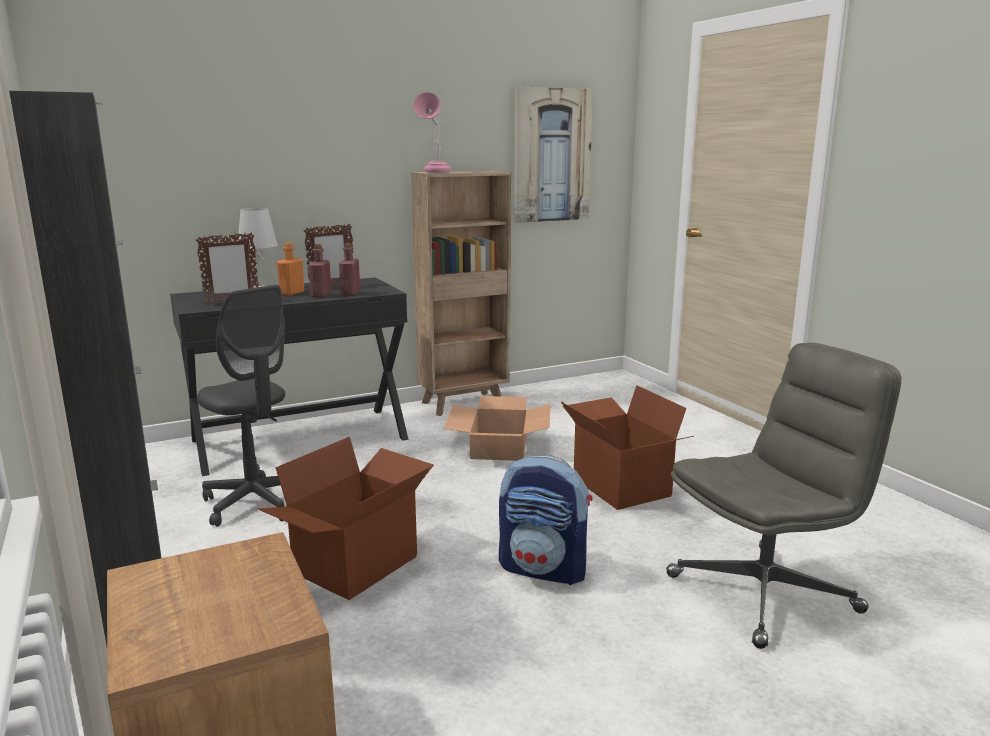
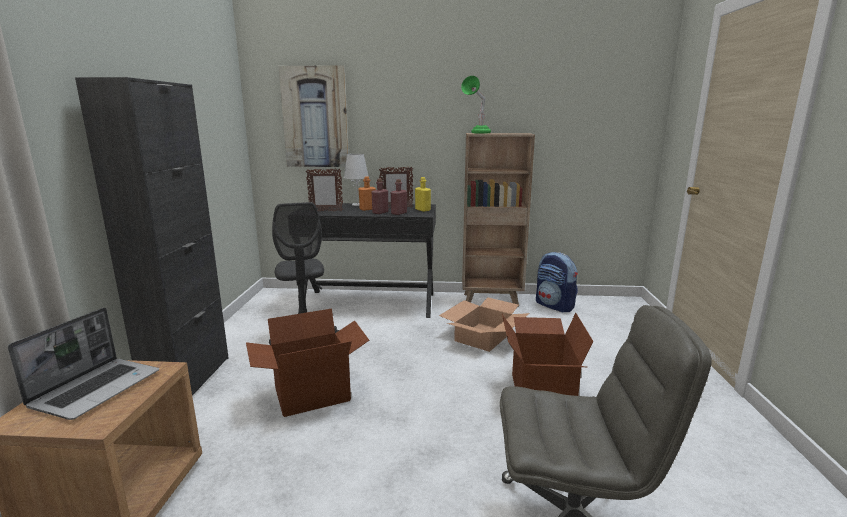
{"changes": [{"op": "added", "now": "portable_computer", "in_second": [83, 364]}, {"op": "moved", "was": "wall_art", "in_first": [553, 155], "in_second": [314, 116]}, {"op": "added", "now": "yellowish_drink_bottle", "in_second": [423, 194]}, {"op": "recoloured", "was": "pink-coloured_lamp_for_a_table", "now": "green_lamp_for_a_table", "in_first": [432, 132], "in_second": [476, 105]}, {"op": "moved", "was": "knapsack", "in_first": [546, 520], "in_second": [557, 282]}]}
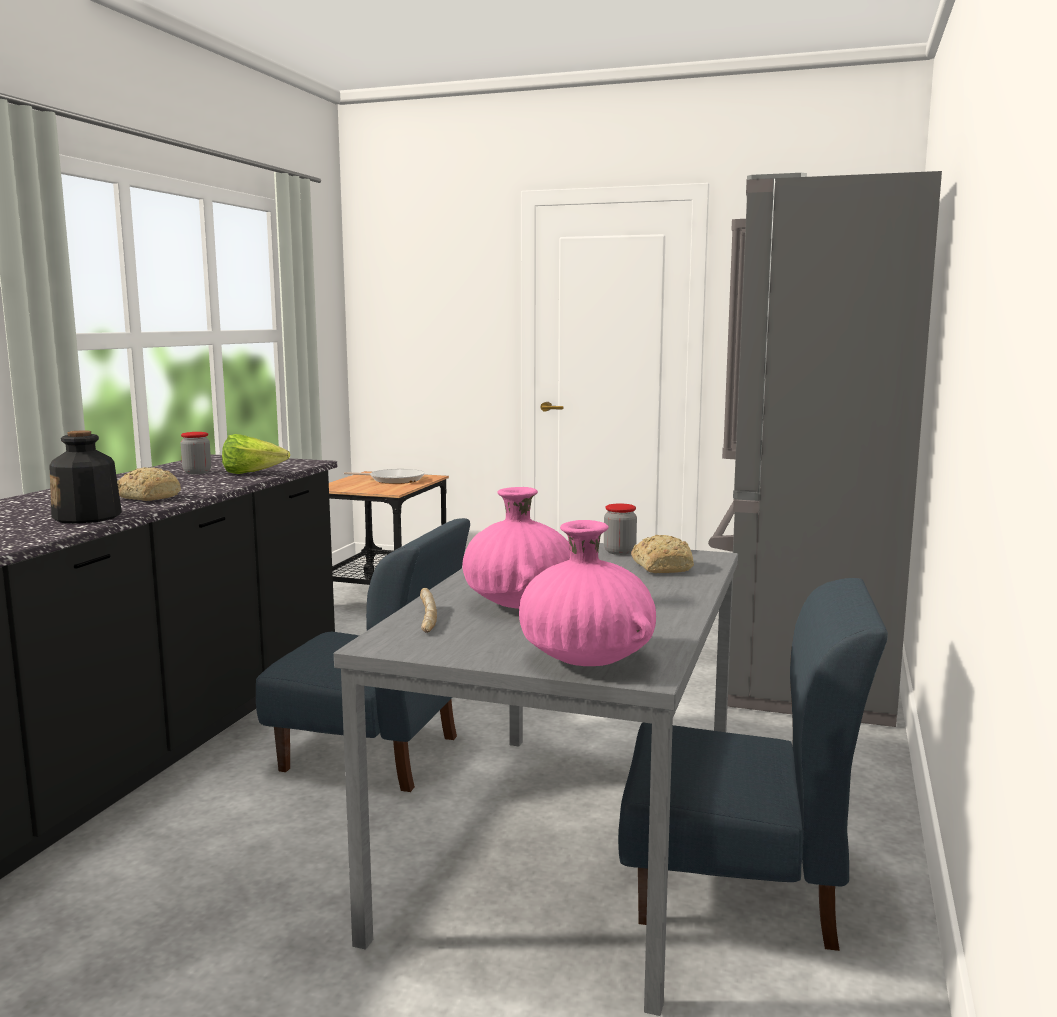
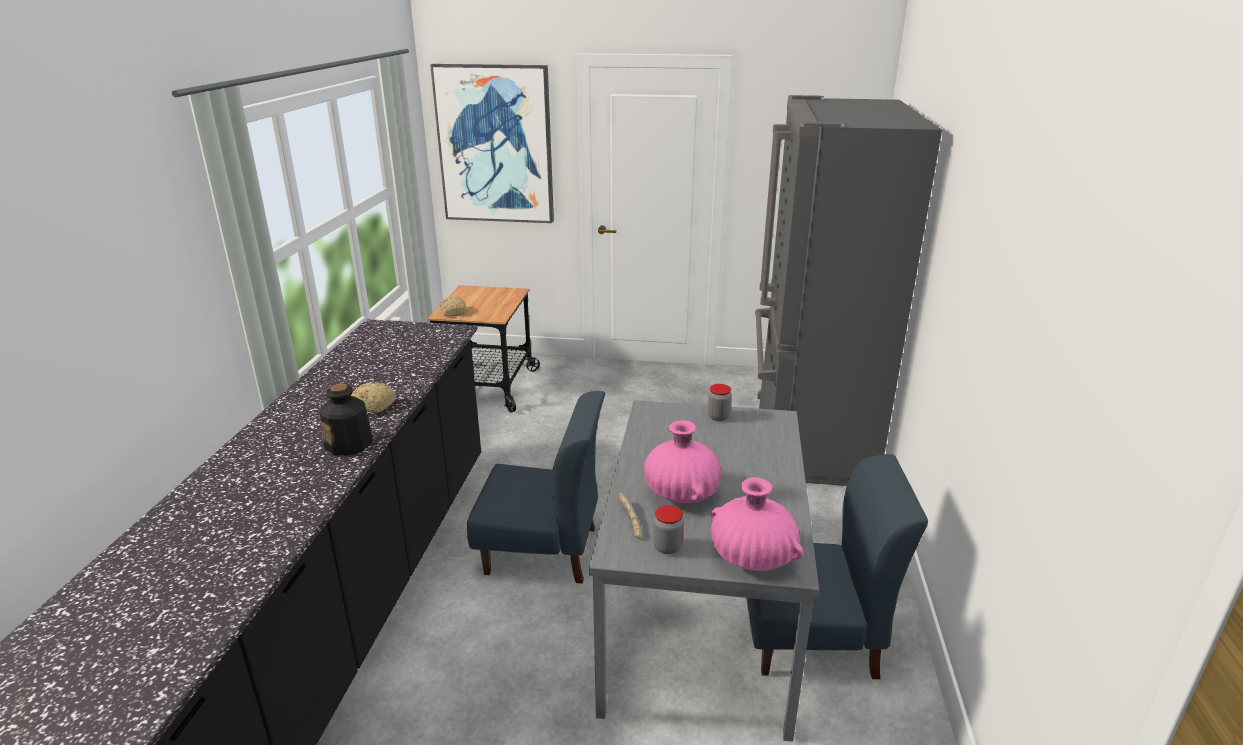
{"changes": [{"op": "added", "now": "wall_art", "in_second": [492, 143]}, {"op": "moved", "was": "bread", "in_first": [662, 554], "in_second": [453, 306]}, {"op": "moved", "was": "storage_jar", "in_first": [196, 453], "in_second": [668, 529]}, {"op": "removed", "was": "lettuce", "in_first": [256, 454]}, {"op": "removed", "was": "pan", "in_first": [384, 476]}]}
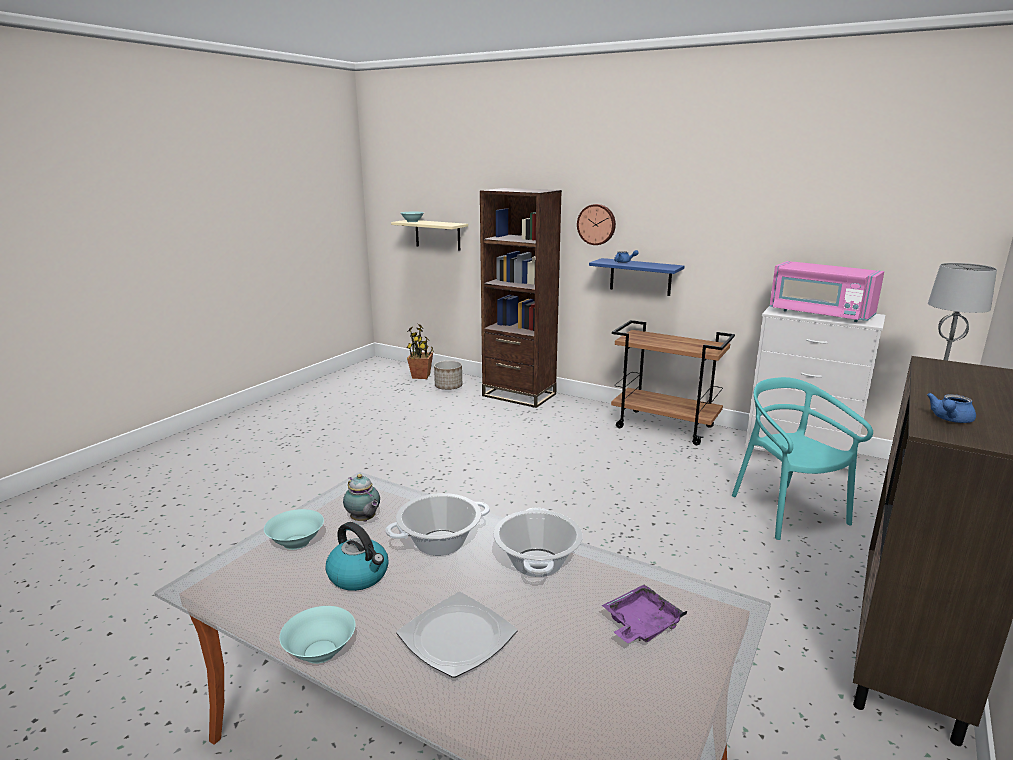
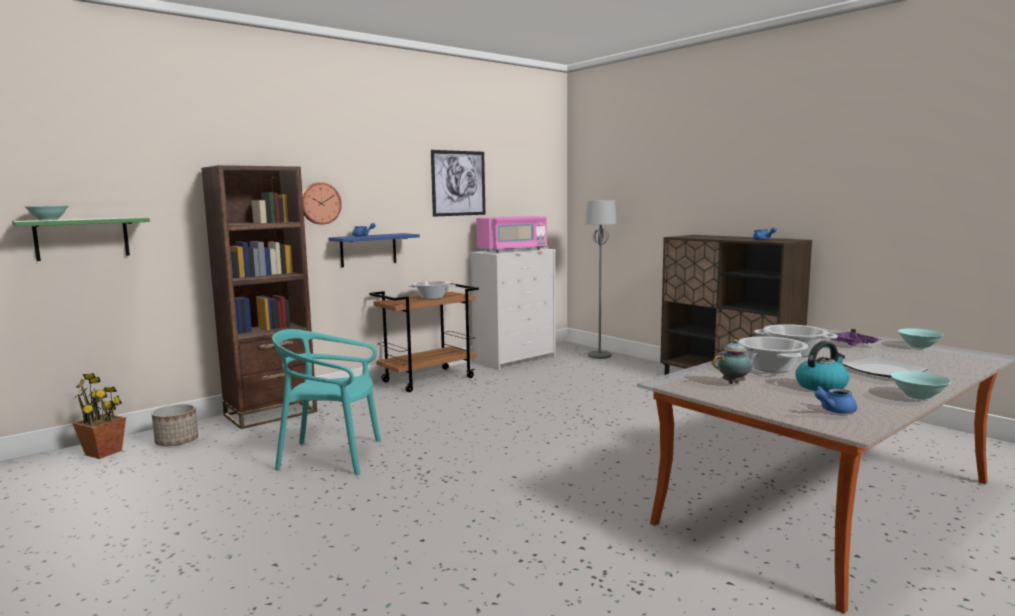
{"changes": [{"op": "recoloured", "was": "beige_bracket_shelf", "now": "green_bracket_shelf", "in_first": [429, 235], "in_second": [81, 239]}, {"op": "moved", "was": "turquoise-coloured_upright_chair", "in_first": [802, 458], "in_second": [326, 402]}, {"op": "added", "now": "stockpot", "in_second": [432, 290]}, {"op": "added", "now": "wall_art", "in_second": [458, 183]}, {"op": "added", "now": "blue-coloured_teapot", "in_second": [836, 400]}, {"op": "moved", "was": "turquoise-coloured_serving_bowl", "in_first": [294, 529], "in_second": [921, 338]}]}
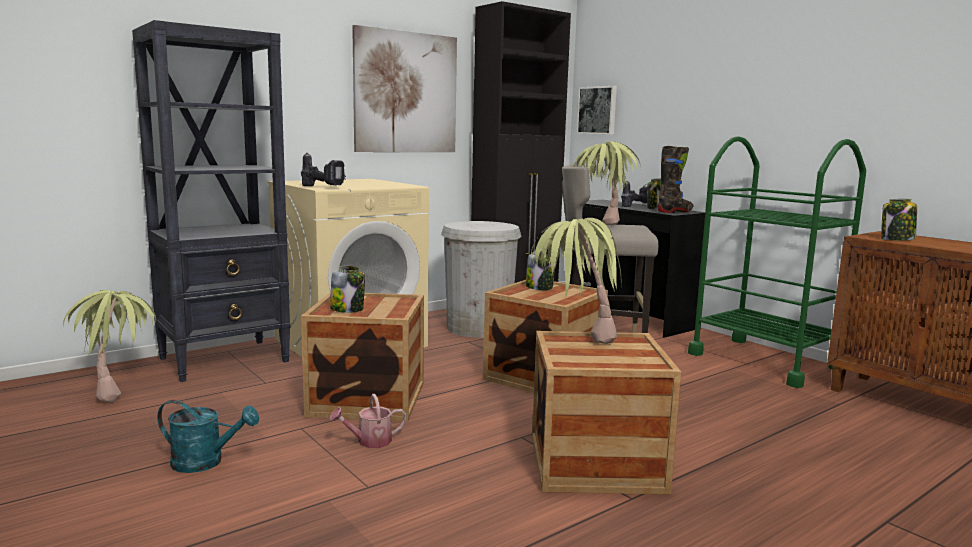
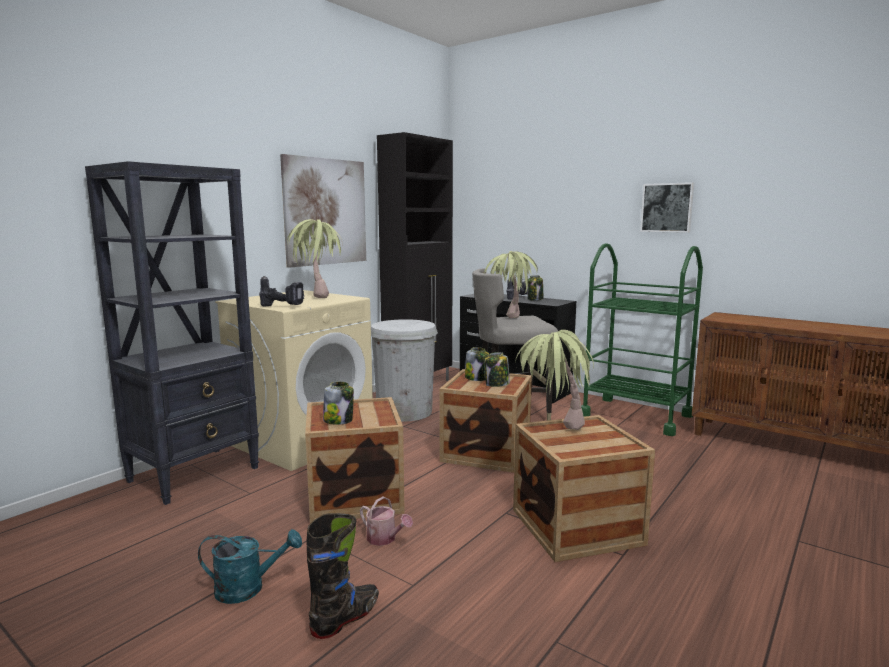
{"changes": [{"op": "moved", "was": "plant_in_a_pot", "in_first": [110, 346], "in_second": [314, 258]}, {"op": "moved", "was": "black-coloured_high-top_boot", "in_first": [676, 179], "in_second": [343, 576]}, {"op": "turned", "was": "watering_can", "in_first": [368, 421], "in_second": [386, 521], "clockwise": -105}, {"op": "moved", "was": "storage_jar", "in_first": [899, 219], "in_second": [497, 369]}, {"op": "moved", "was": "wall_art", "in_first": [596, 110], "in_second": [667, 207]}]}
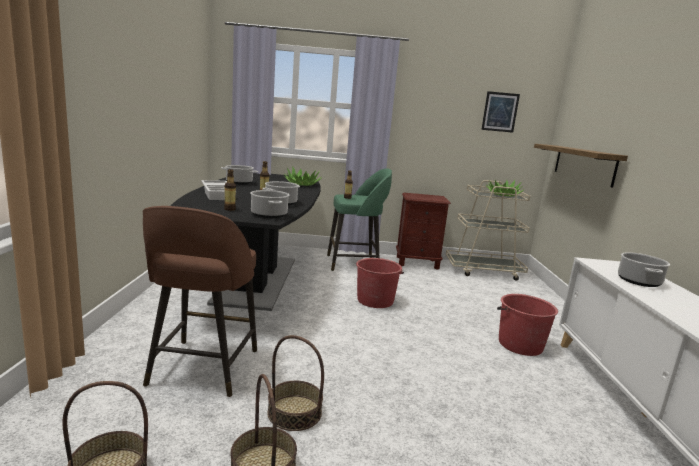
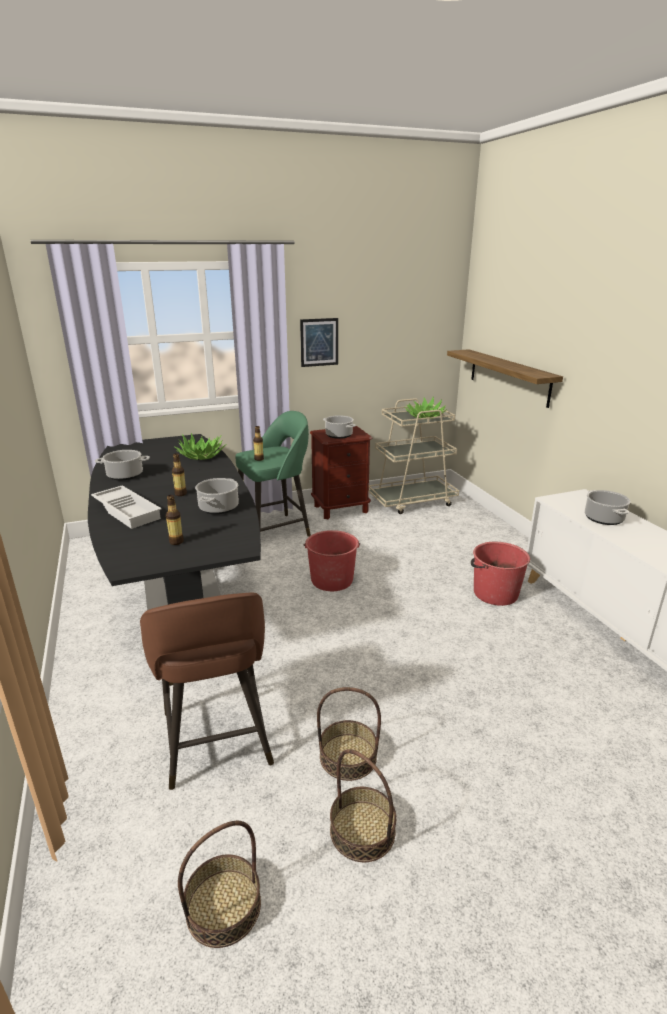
{"changes": [{"op": "moved", "was": "wall_art", "in_first": [500, 112], "in_second": [319, 342]}, {"op": "moved", "was": "stockpot", "in_first": [269, 204], "in_second": [339, 427]}]}
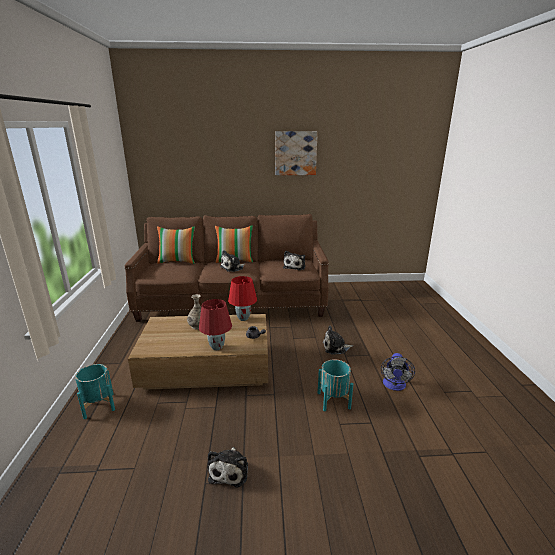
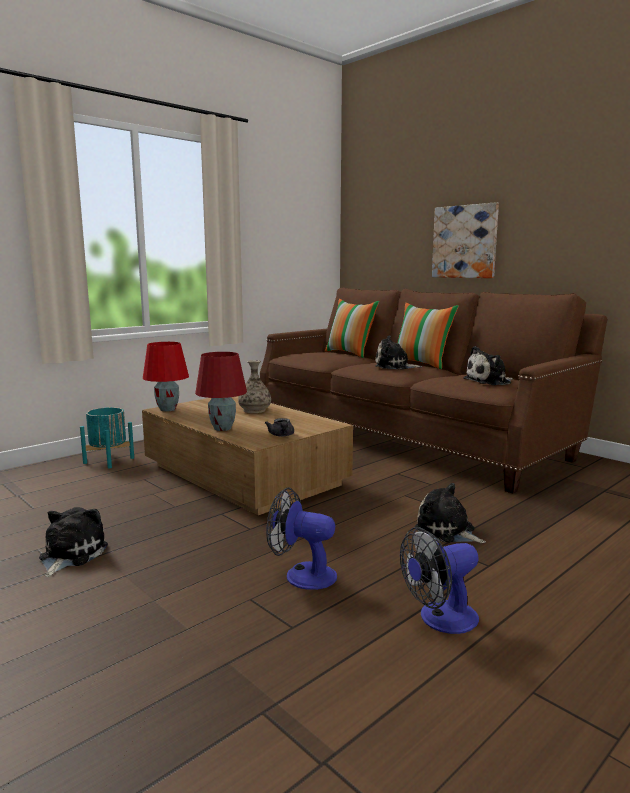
{"changes": [{"op": "turned", "was": "soft_toy", "in_first": [228, 467], "in_second": [73, 542], "clockwise": 135}, {"op": "moved", "was": "red_lamp_for_a_table", "in_first": [242, 298], "in_second": [166, 377]}, {"op": "replaced", "was": "turquoise-coloured_planter", "now": "cooling_fan", "in_first": [335, 385], "in_second": [301, 538]}, {"op": "moved", "was": "wall_art", "in_first": [296, 153], "in_second": [465, 240]}]}
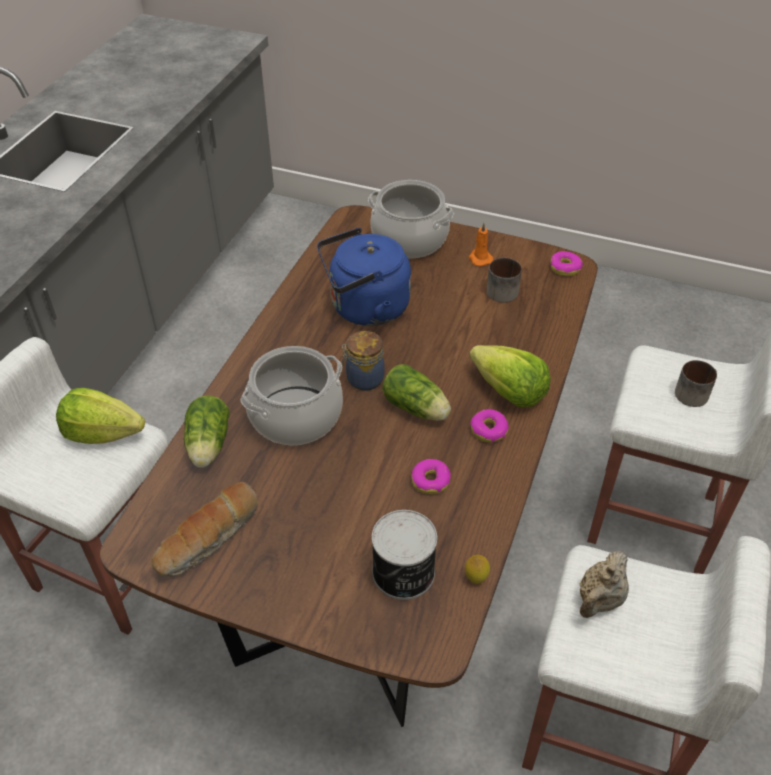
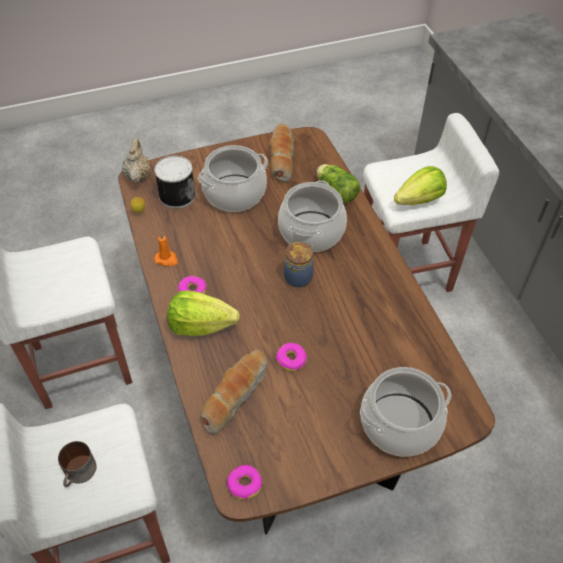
{"changes": [{"op": "moved", "was": "beige_teapot", "in_first": [604, 584], "in_second": [136, 160]}, {"op": "moved", "was": "orange_wax_candle", "in_first": [481, 244], "in_second": [166, 249]}, {"op": "added", "now": "stockpot", "in_second": [233, 178]}, {"op": "added", "now": "bread", "in_second": [234, 392]}, {"op": "moved", "was": "doughnut", "in_first": [431, 476], "in_second": [291, 357]}, {"op": "removed", "was": "blue-coloured_kettle", "in_first": [364, 277]}, {"op": "removed", "was": "lettuce", "in_first": [416, 392]}, {"op": "removed", "was": "tea_mug", "in_first": [504, 280]}]}
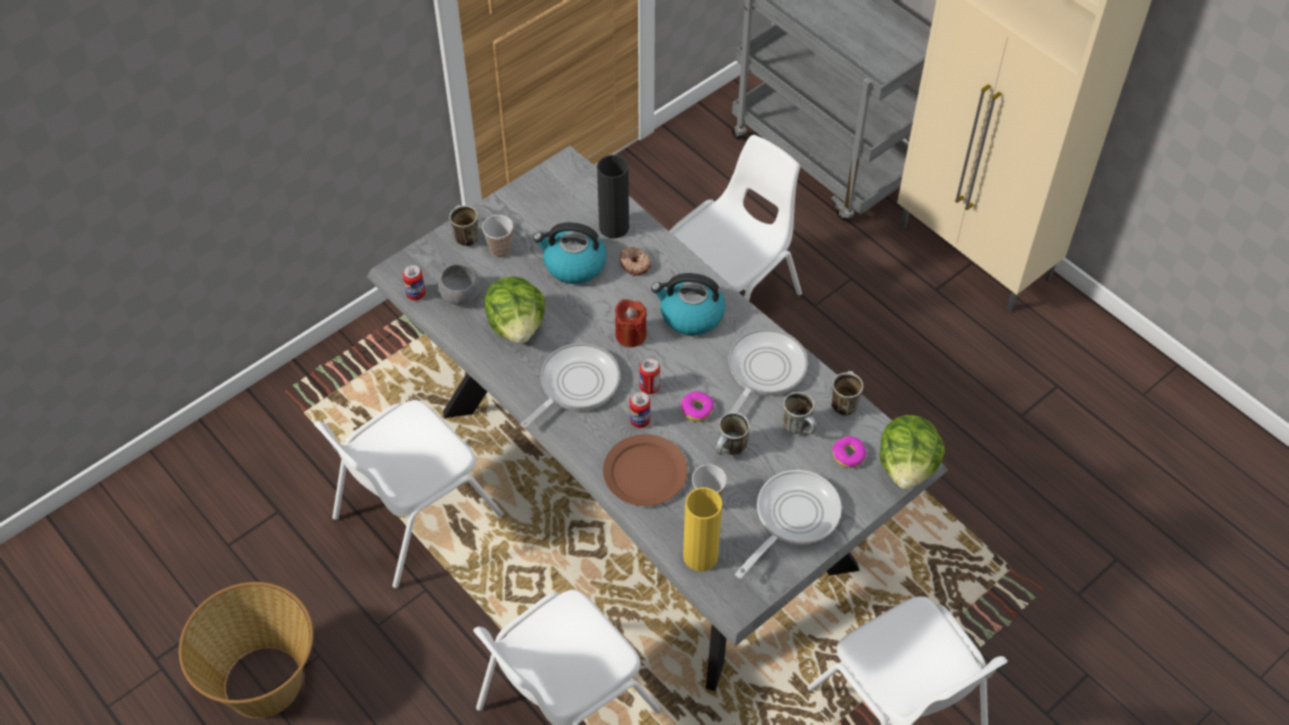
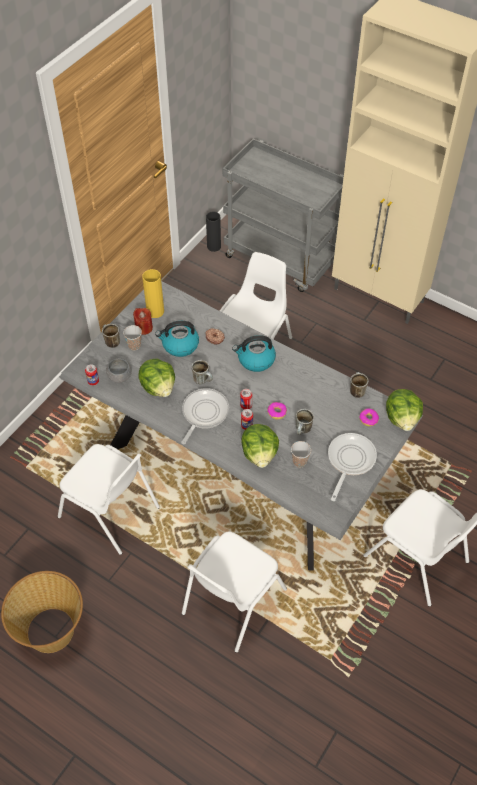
{"changes": [{"op": "turned", "was": "white_upright_chair", "in_first": [408, 494], "in_second": [109, 499], "clockwise": -90}, {"op": "moved", "was": "red_wax_candle", "in_first": [631, 323], "in_second": [143, 321]}, {"op": "moved", "was": "yellowish_vase", "in_first": [702, 529], "in_second": [153, 293]}, {"op": "moved", "was": "tea_mug", "in_first": [800, 413], "in_second": [202, 372]}, {"op": "moved", "was": "black-coloured_vase", "in_first": [613, 196], "in_second": [213, 231]}, {"op": "replaced", "was": "brownish_dinner_plate", "now": "lettuce", "in_first": [645, 470], "in_second": [260, 446]}, {"op": "removed", "was": "pan", "in_first": [768, 371]}]}
